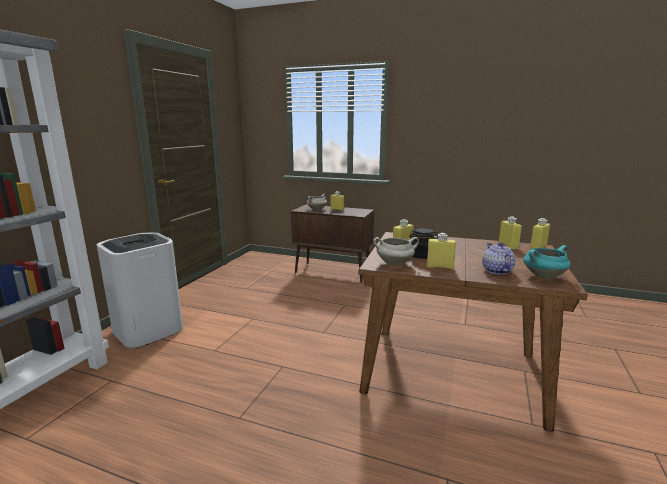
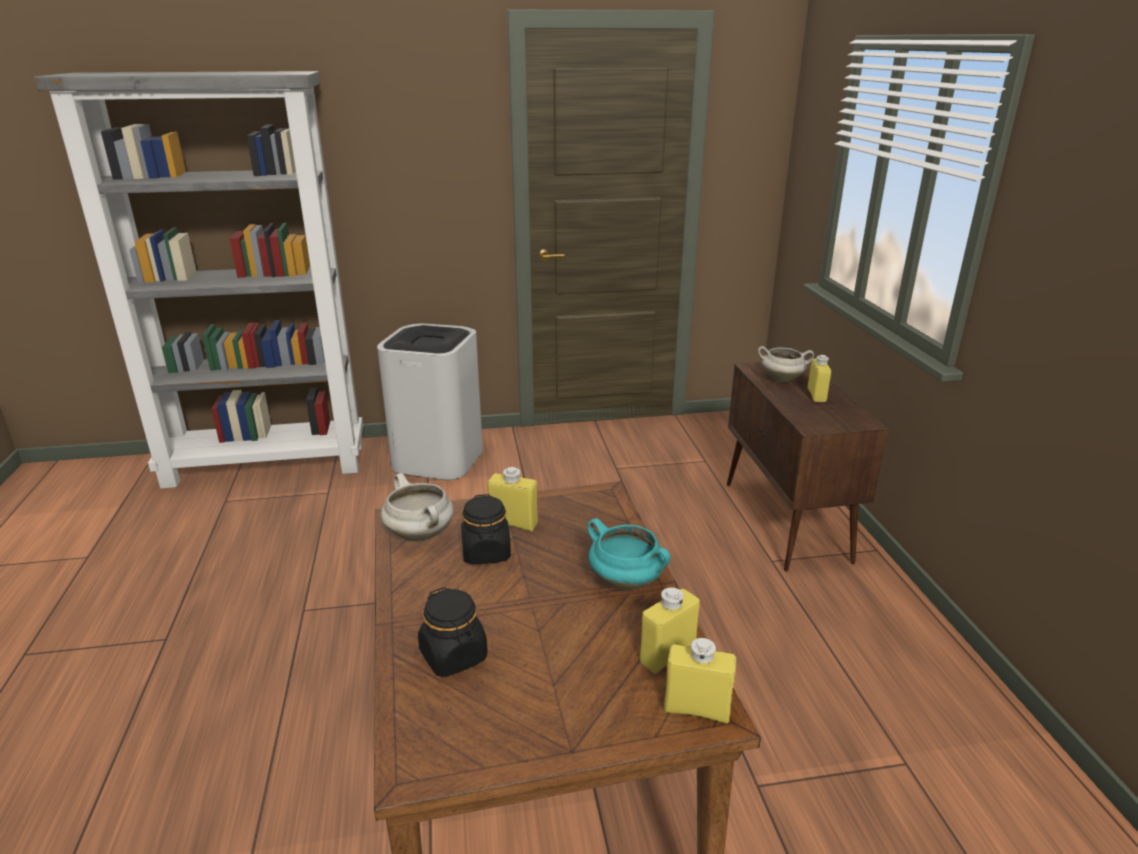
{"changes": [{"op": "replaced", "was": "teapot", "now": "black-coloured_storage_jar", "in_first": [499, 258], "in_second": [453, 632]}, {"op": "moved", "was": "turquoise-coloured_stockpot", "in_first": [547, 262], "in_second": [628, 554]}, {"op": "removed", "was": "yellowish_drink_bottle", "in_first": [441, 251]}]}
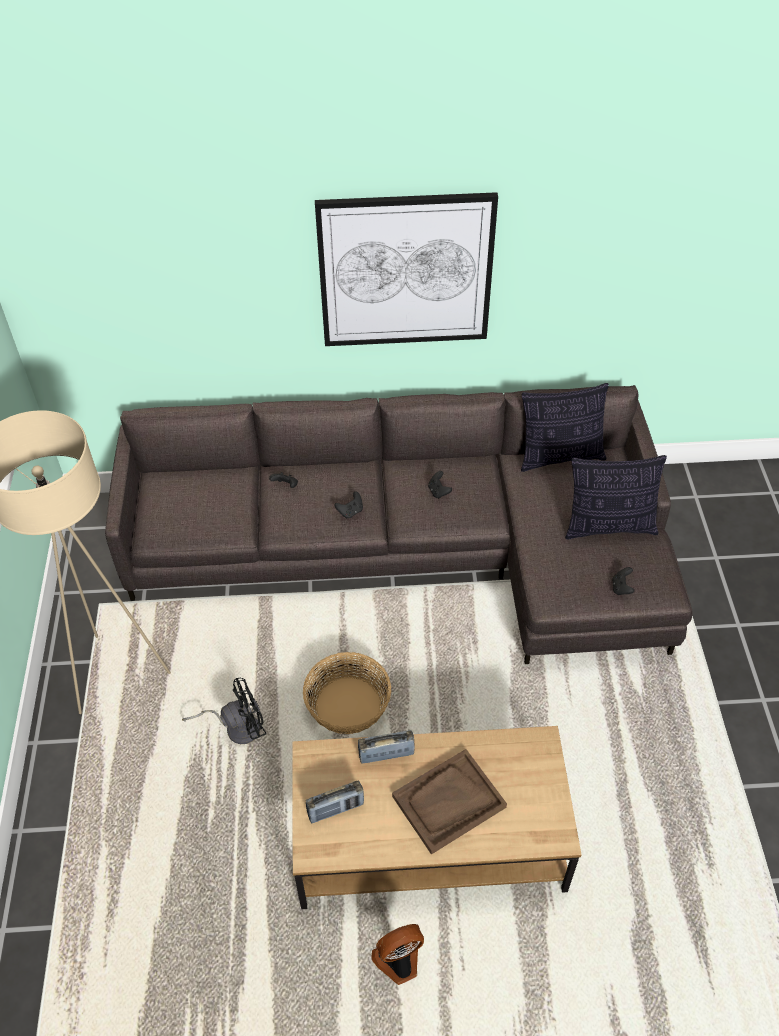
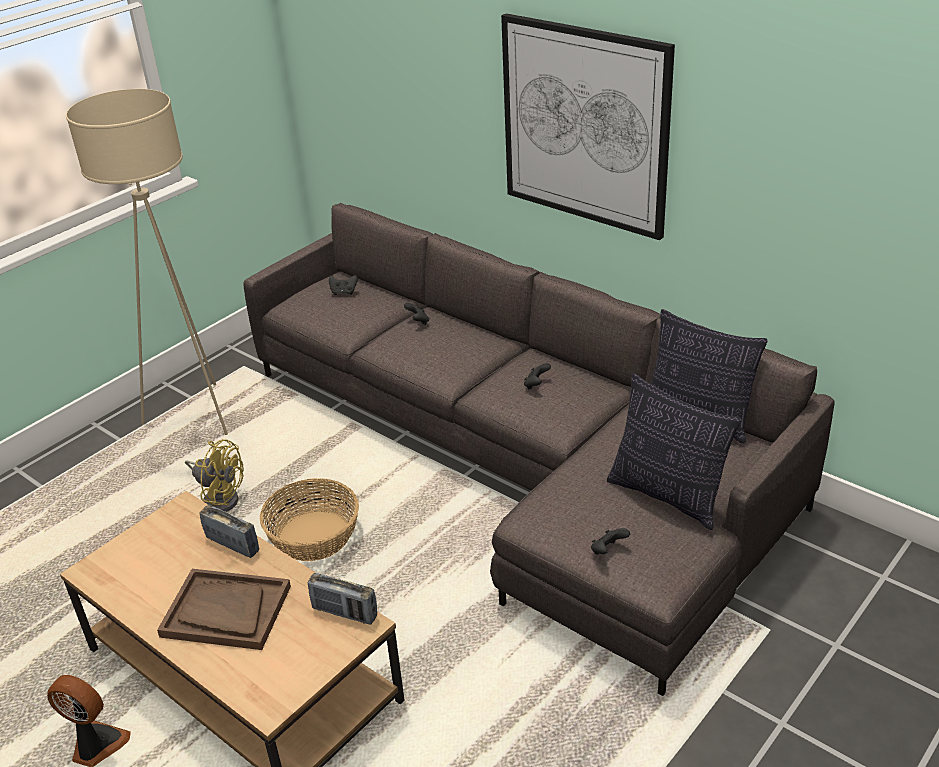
{"changes": [{"op": "recoloured", "was": "black-coloured_cooling_fan", "now": "yellowish_cooling_fan", "in_first": [224, 711], "in_second": [214, 475]}, {"op": "moved", "was": "radio_set", "in_first": [335, 802], "in_second": [342, 599]}, {"op": "moved", "was": "black-coloured_game_controller", "in_first": [348, 505], "in_second": [343, 285]}]}
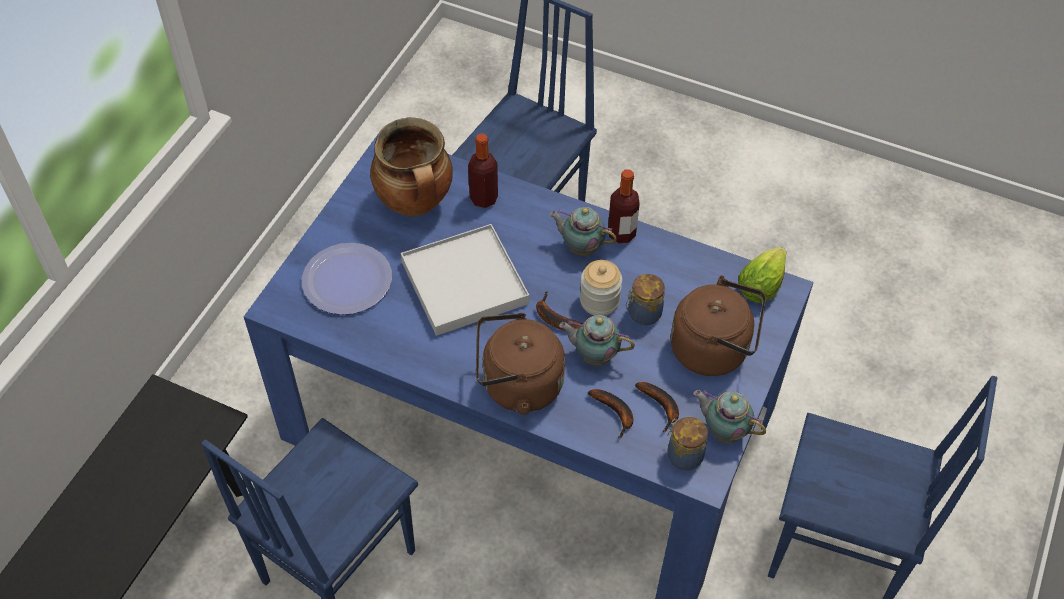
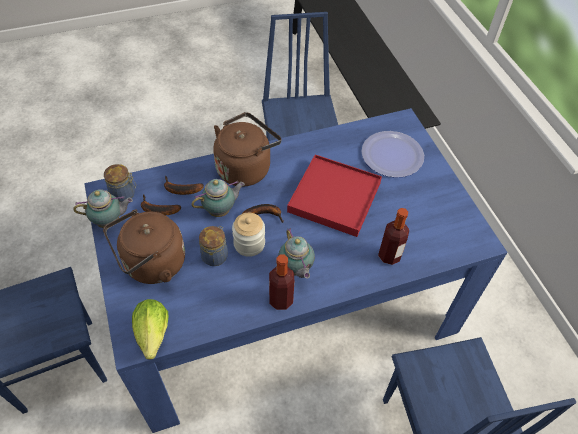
{"changes": [{"op": "turned", "was": "teapot", "in_first": [583, 231], "in_second": [296, 253], "clockwise": 90}, {"op": "recoloured", "was": "white_carrying_tray", "now": "red_carrying_tray", "in_first": [465, 280], "in_second": [334, 196]}, {"op": "removed", "was": "stockpot", "in_first": [411, 166]}]}
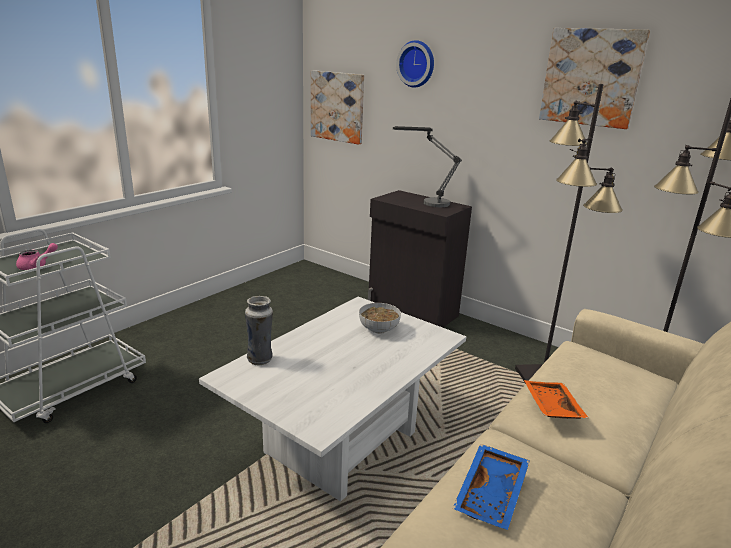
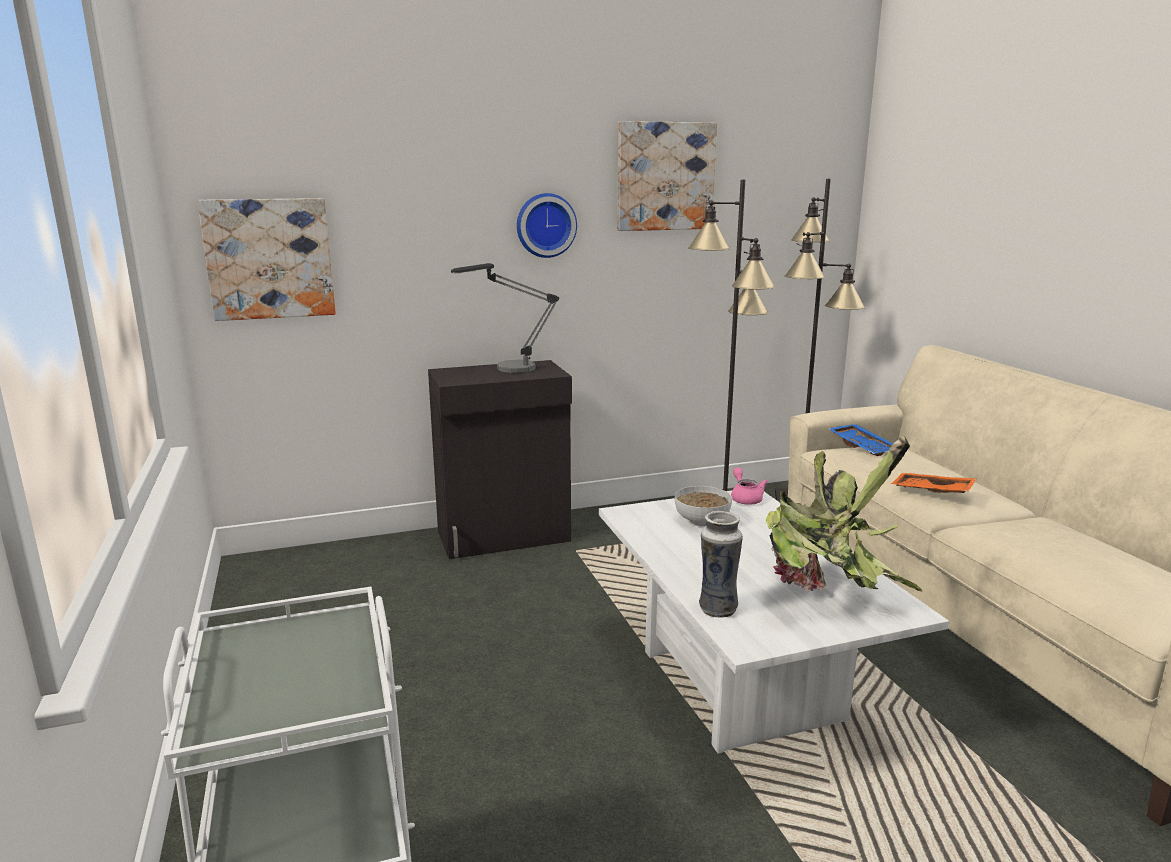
{"changes": [{"op": "moved", "was": "hanging_clock", "in_first": [415, 64], "in_second": [547, 225]}, {"op": "moved", "was": "pink-coloured_teapot", "in_first": [37, 256], "in_second": [749, 486]}, {"op": "added", "now": "plant_in_a_pot", "in_second": [844, 514]}, {"op": "moved", "was": "blue-coloured_carrying_tray", "in_first": [491, 487], "in_second": [861, 440]}]}
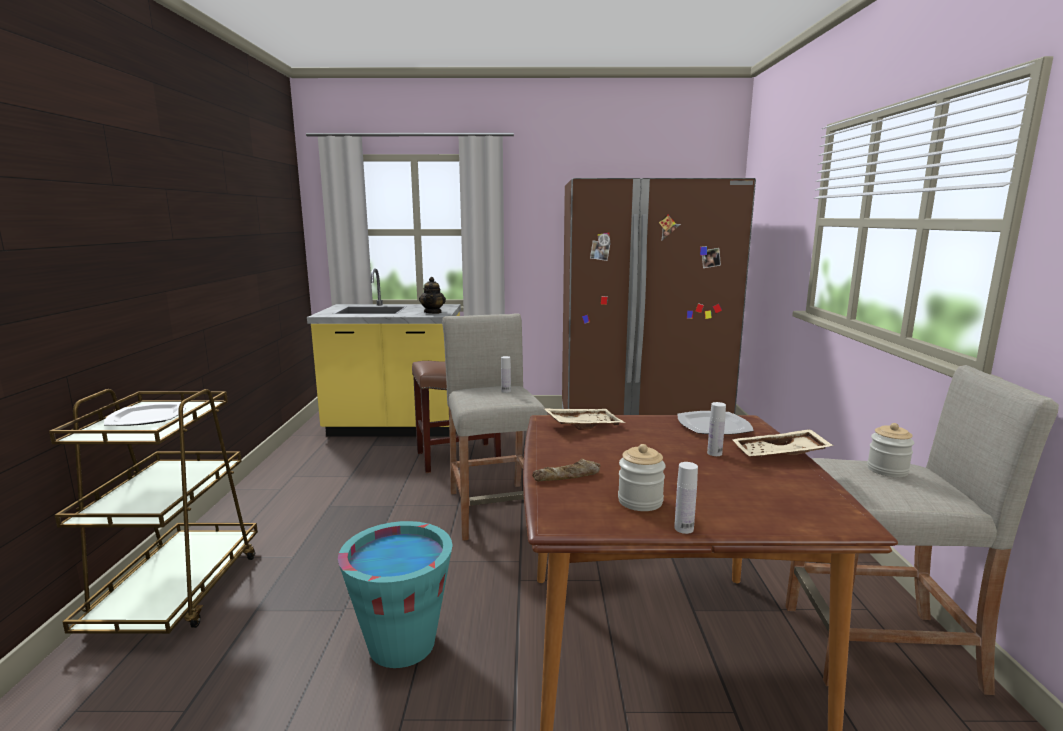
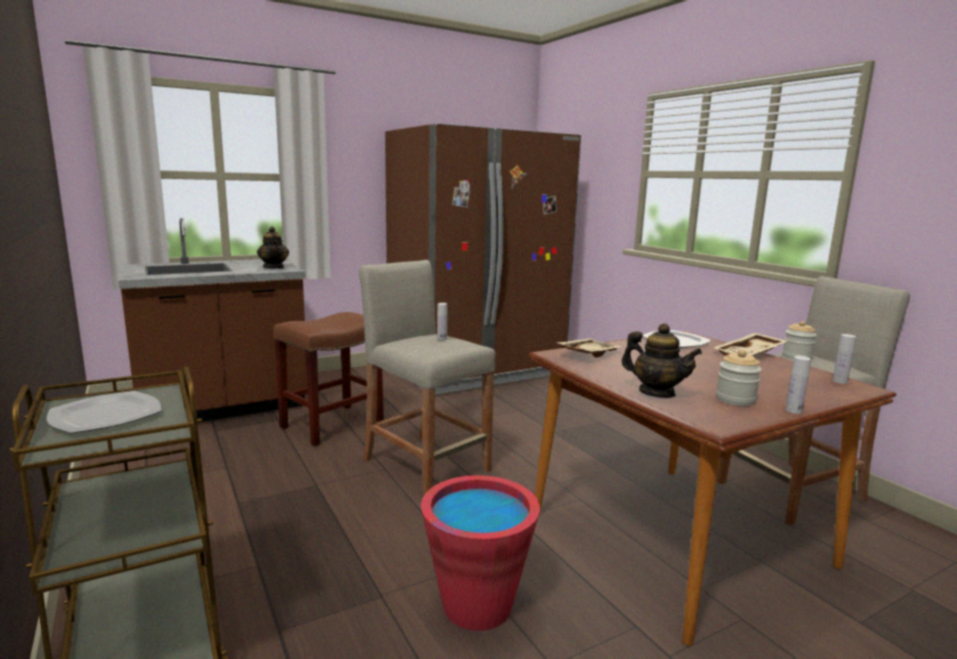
{"changes": [{"op": "recoloured", "was": "yellowish_kitchen_base_unit", "now": "brownish_kitchen_base_unit", "in_first": [384, 352], "in_second": [212, 320]}, {"op": "recoloured", "was": "turquoise-coloured_water_bucket", "now": "red_water_bucket", "in_first": [395, 594], "in_second": [480, 553]}, {"op": "replaced", "was": "bread", "now": "teapot", "in_first": [566, 470], "in_second": [662, 360]}, {"op": "moved", "was": "white_drink_bottle", "in_first": [716, 429], "in_second": [844, 359]}]}
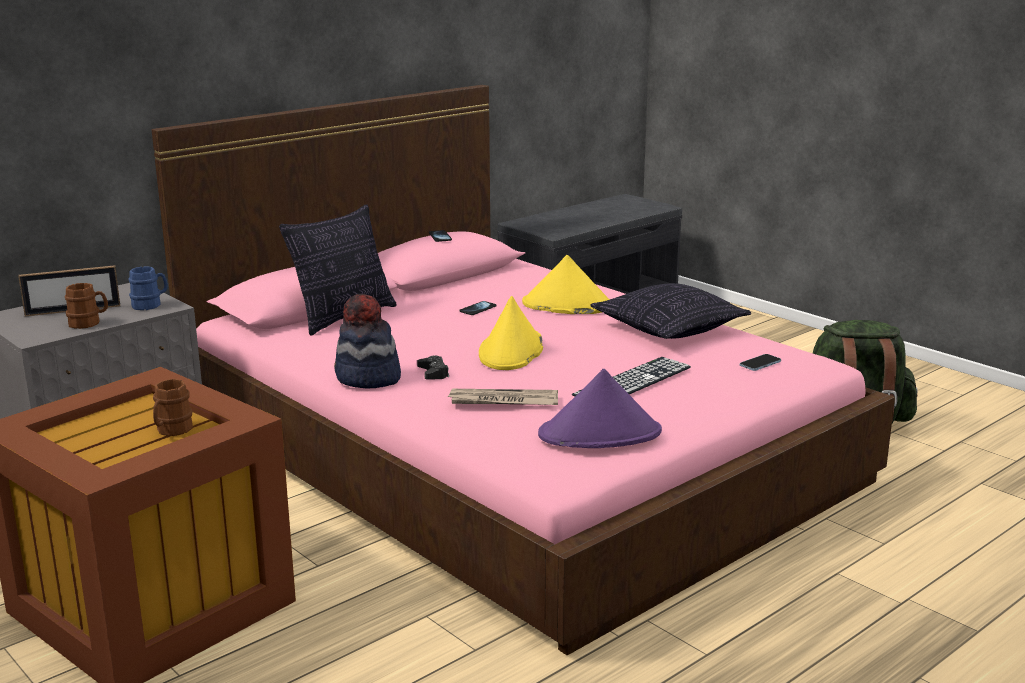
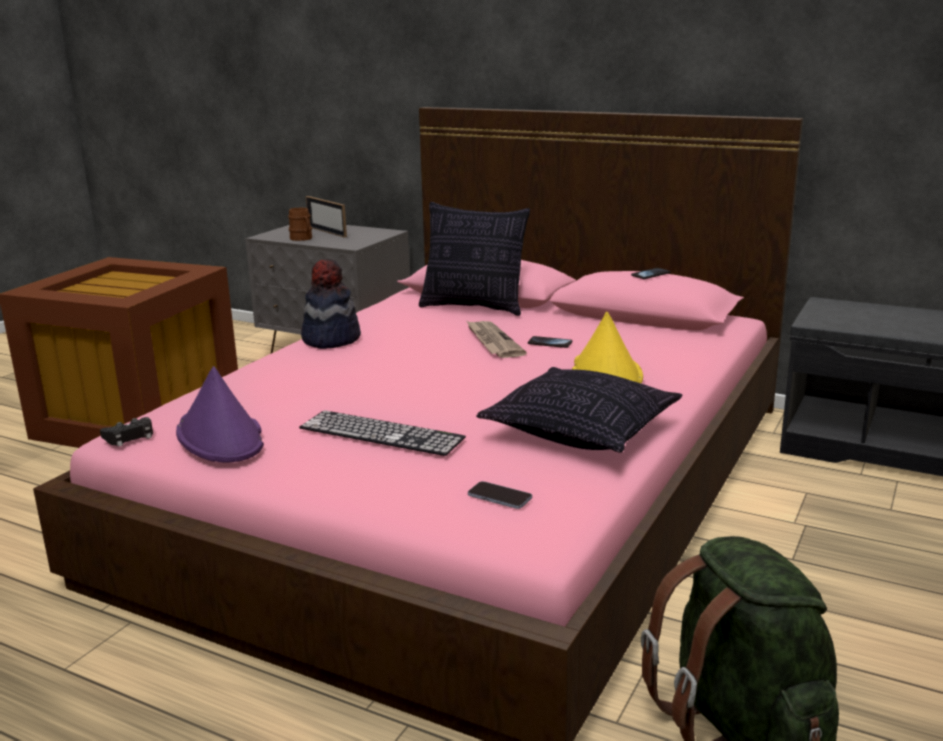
{"changes": [{"op": "moved", "was": "black-coloured_game_controller", "in_first": [433, 367], "in_second": [126, 432]}, {"op": "moved", "was": "newspaper", "in_first": [502, 396], "in_second": [497, 339]}, {"op": "removed", "was": "blue-coloured_tea_mug", "in_first": [148, 288]}, {"op": "removed", "was": "brownish_tea_mug", "in_first": [173, 407]}, {"op": "removed", "was": "yellowish_clothing_hat", "in_first": [511, 333]}]}
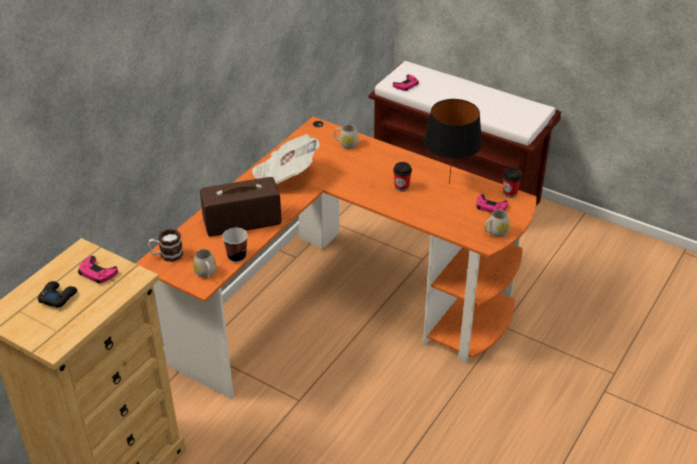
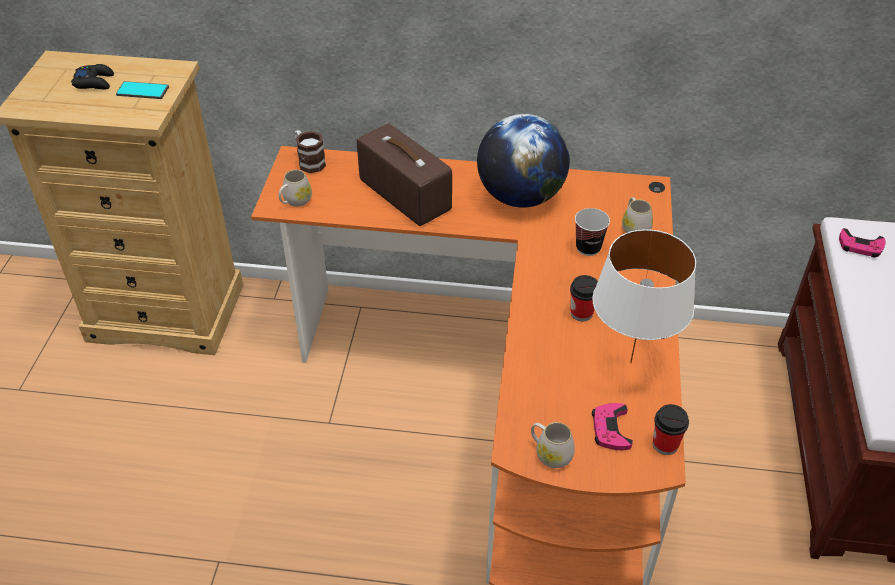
{"changes": [{"op": "replaced", "was": "pink-coloured_game_controller", "now": "telephone", "in_first": [98, 270], "in_second": [142, 90]}, {"op": "replaced", "was": "newspaper", "now": "globe", "in_first": [286, 159], "in_second": [523, 161]}, {"op": "moved", "was": "drinking_cup", "in_first": [235, 245], "in_second": [592, 232]}, {"op": "recoloured", "was": "black-coloured_lamp_for_a_table", "now": "white_lamp_for_a_table", "in_first": [453, 141], "in_second": [644, 296]}]}
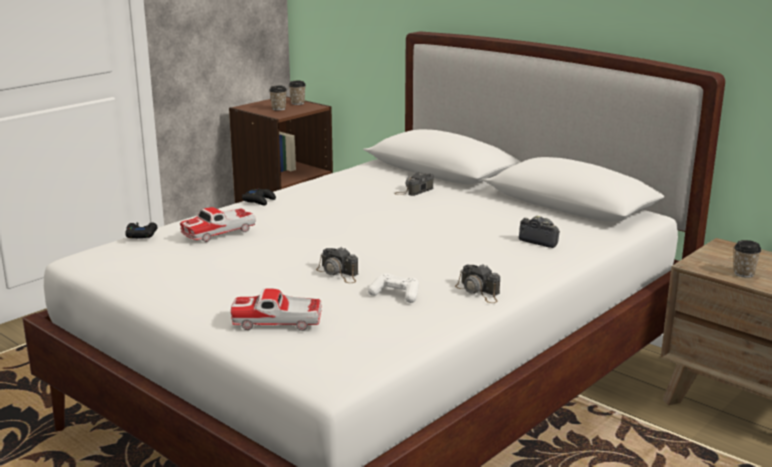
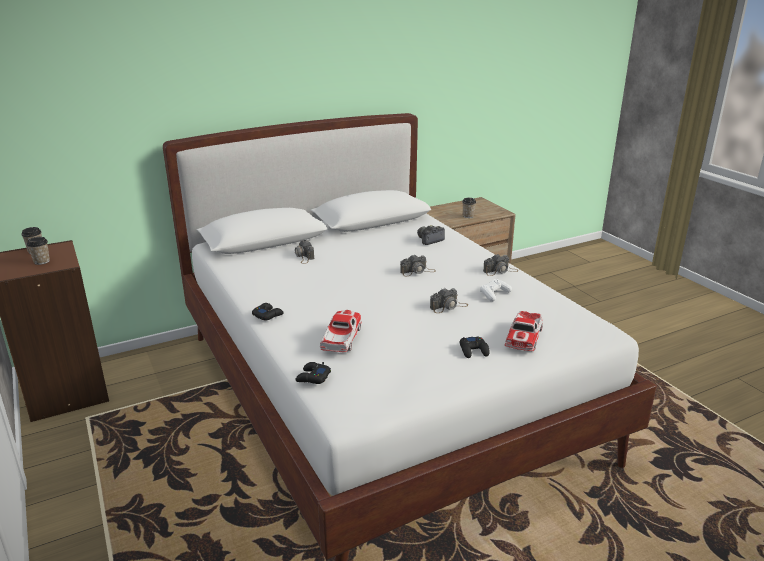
{"changes": [{"op": "turned", "was": "miniature_car", "in_first": [218, 224], "in_second": [341, 331], "clockwise": -150}, {"op": "added", "now": "still_camera", "in_second": [418, 265]}, {"op": "added", "now": "black-coloured_game_controller", "in_second": [475, 347]}]}
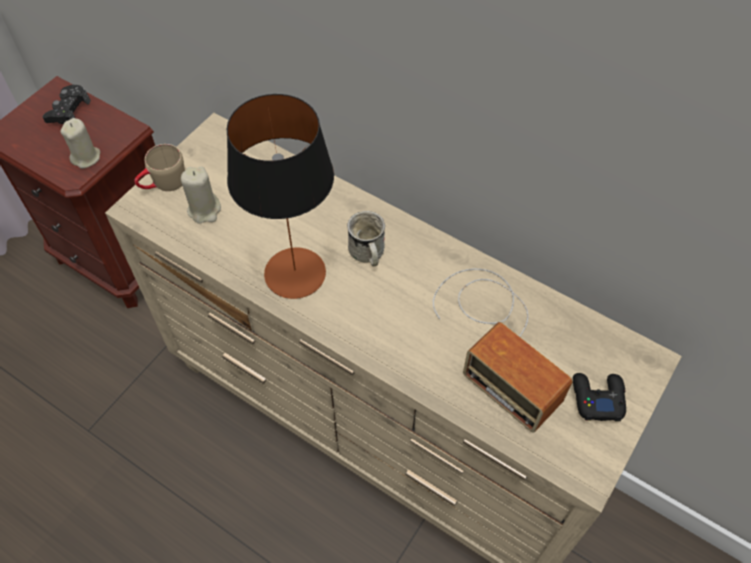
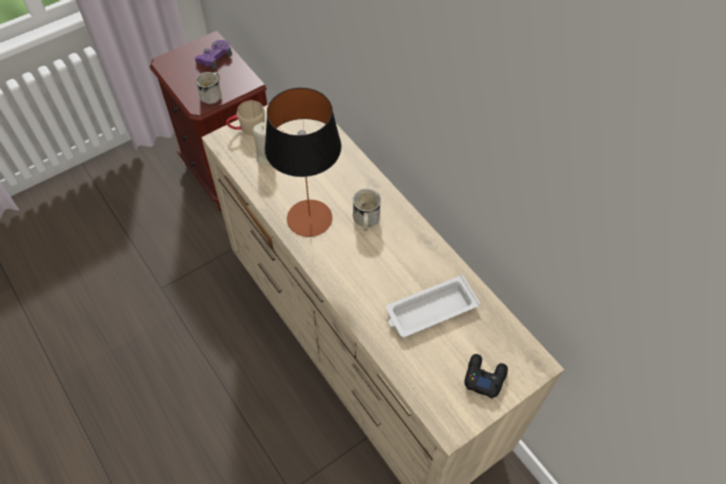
{"changes": [{"op": "recoloured", "was": "black-coloured_game_controller", "now": "purple_game_controller", "in_first": [66, 104], "in_second": [213, 55]}, {"op": "replaced", "was": "beige_wax_candle", "now": "white_tea_mug", "in_first": [80, 143], "in_second": [208, 88]}, {"op": "replaced", "was": "radio_set", "now": "white_carrying_tray", "in_first": [503, 351], "in_second": [433, 306]}]}
